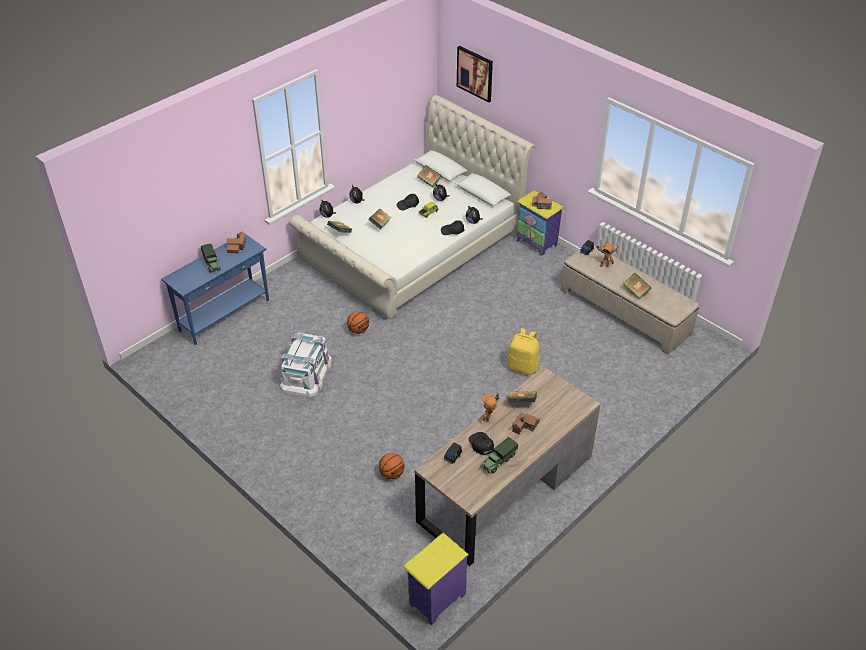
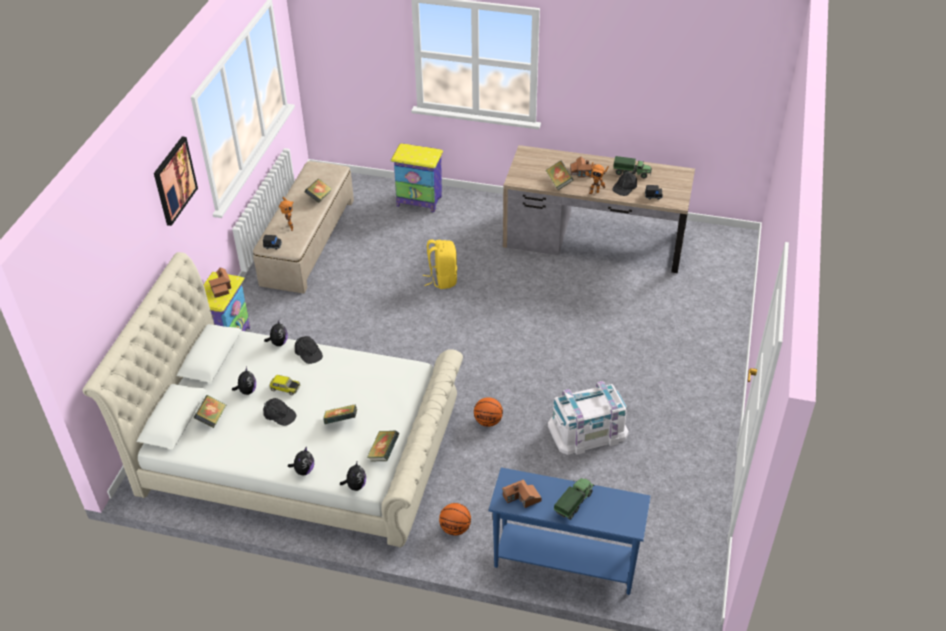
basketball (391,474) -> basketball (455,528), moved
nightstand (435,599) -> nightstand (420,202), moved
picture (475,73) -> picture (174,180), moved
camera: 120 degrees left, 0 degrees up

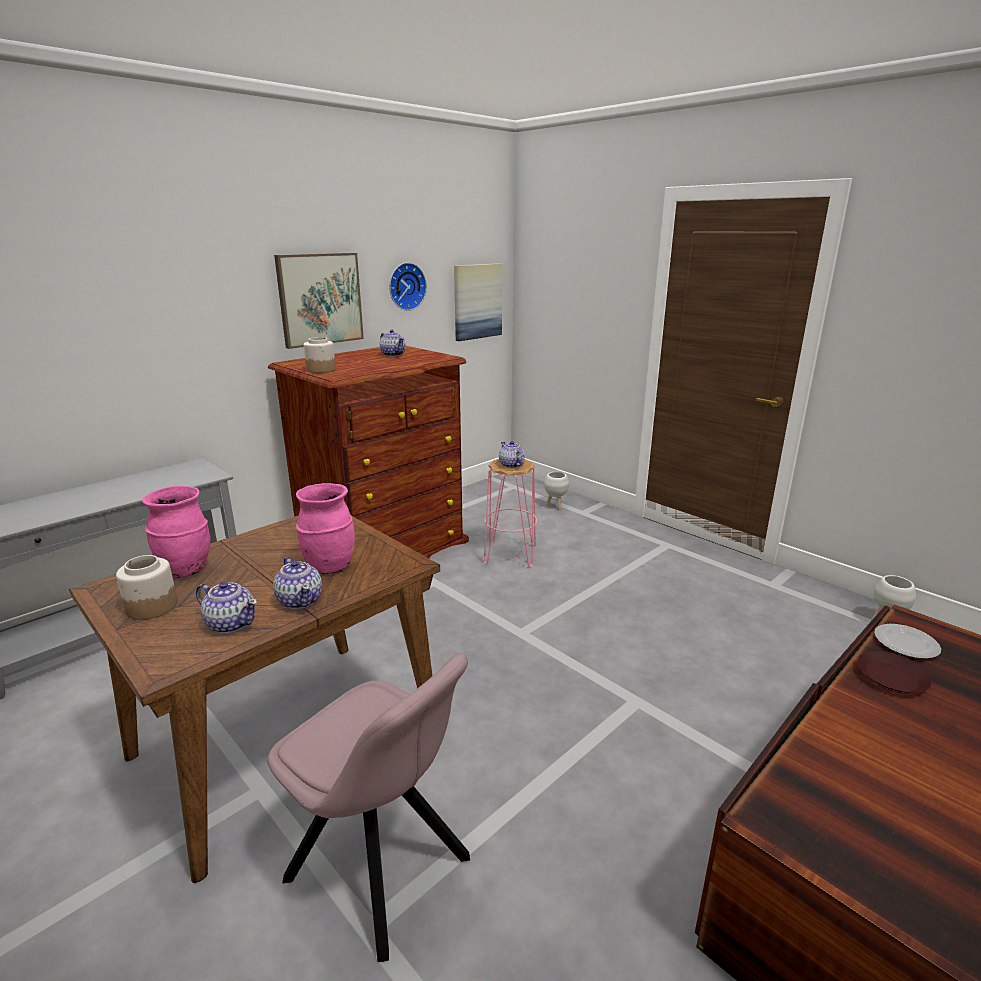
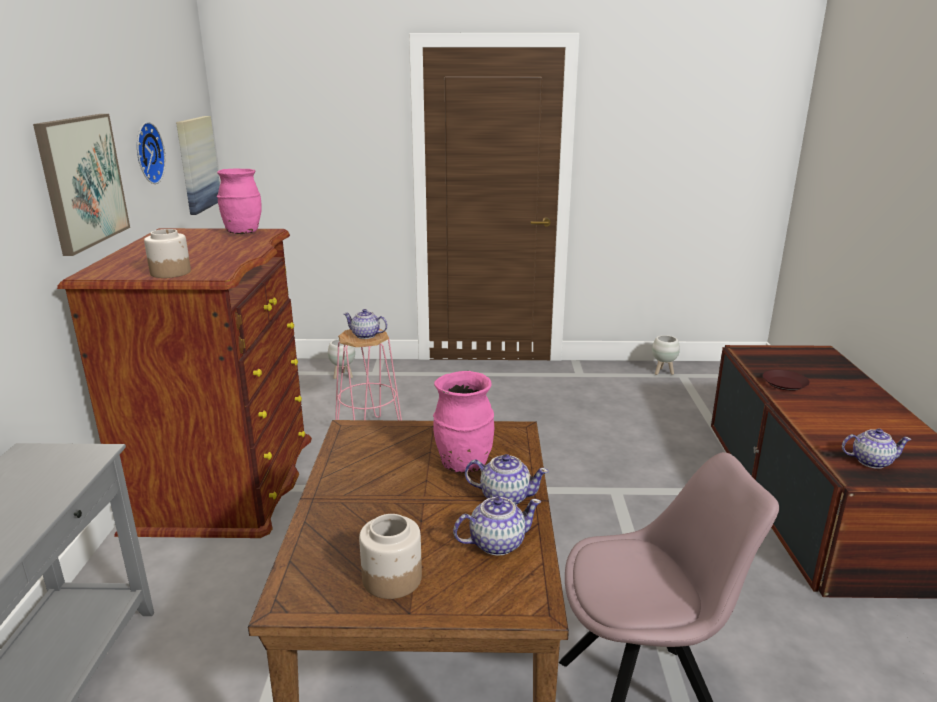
pink vase (186,570) -> pink vase (243,232), moved
teapot (393,355) -> teapot (870,461), moved
plate (905,644) -> none
camera: 45 degrees left, 0 degrees up

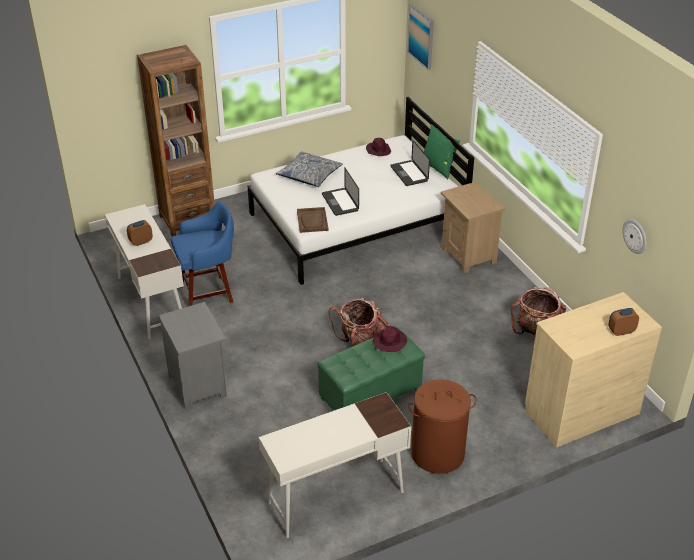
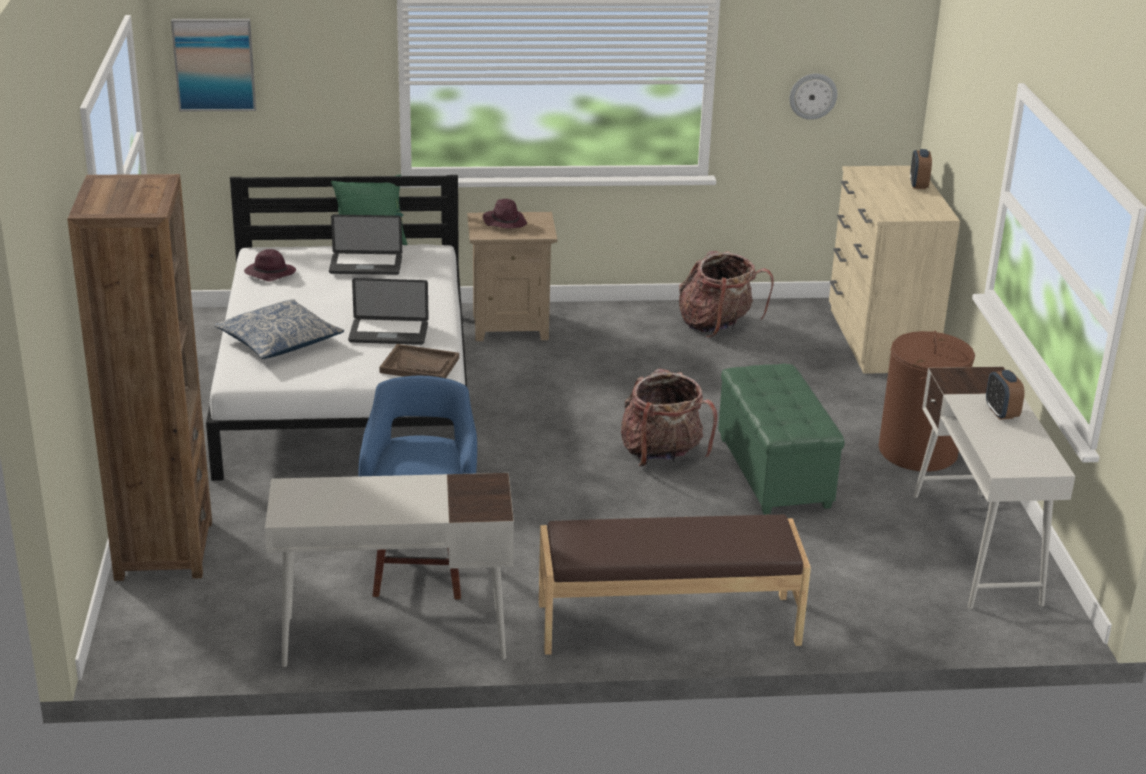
alarm clock (141,242) -> alarm clock (1001,413), moved
grey nightstand (198,385) -> brown bench (668,624)
purple hat (390,341) -> purple hat (504,222), moved
camera: 70 degrees left, 10 degrees down

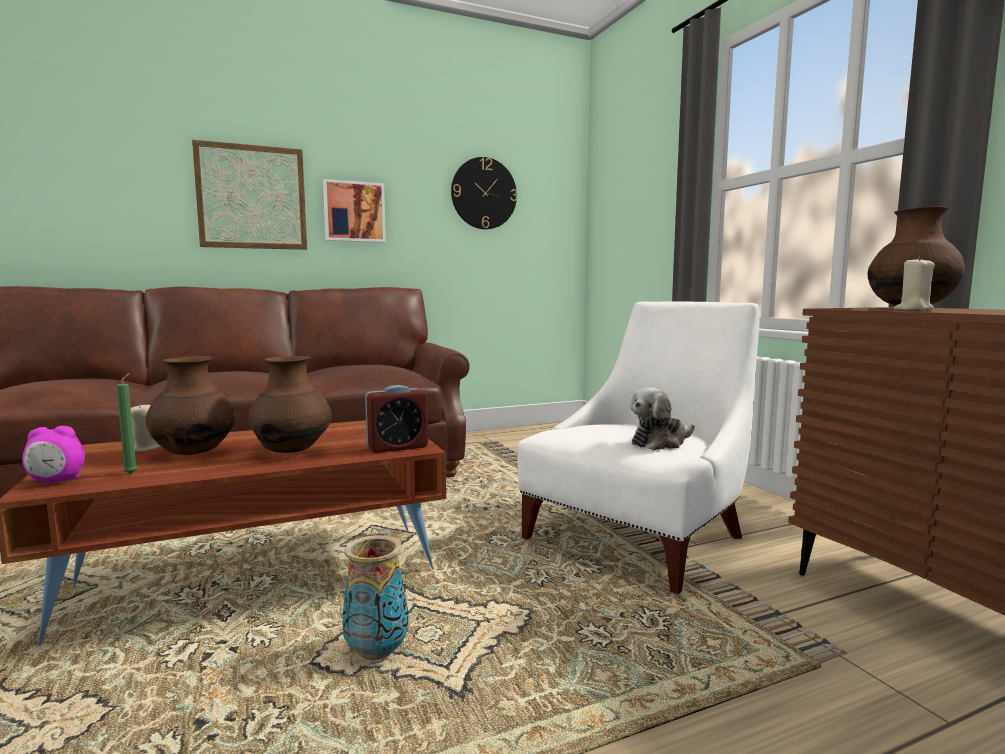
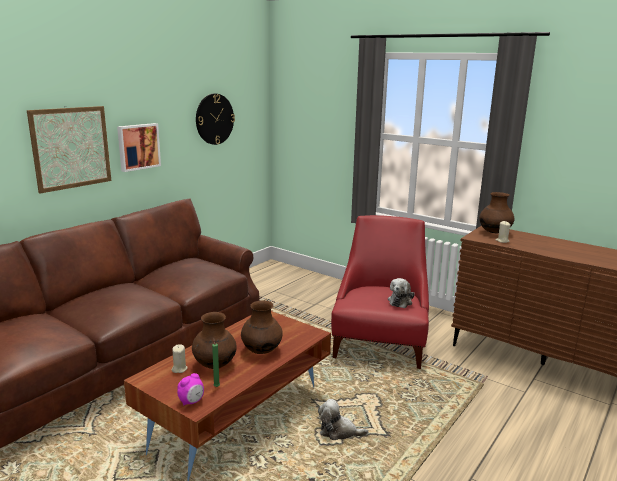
vase (377,653) -> plush toy (338,432)
alarm clock (397,447) -> none
white armchair (644,532) -> red armchair (380,339)
camera: 30 degrees left, 10 degrees up

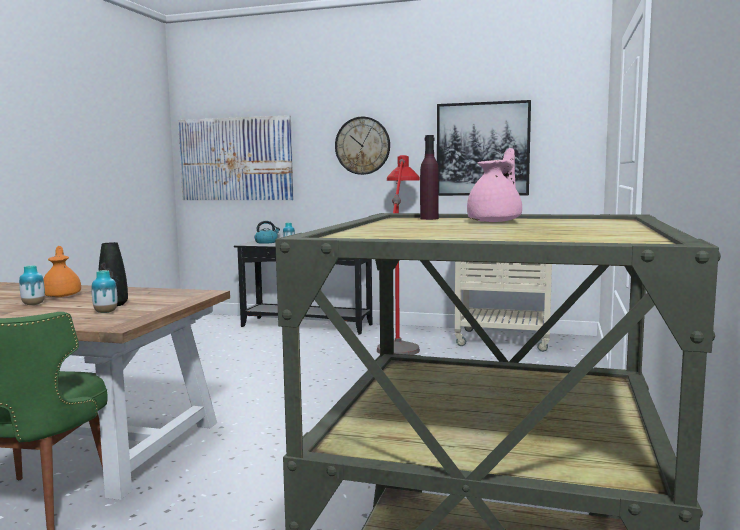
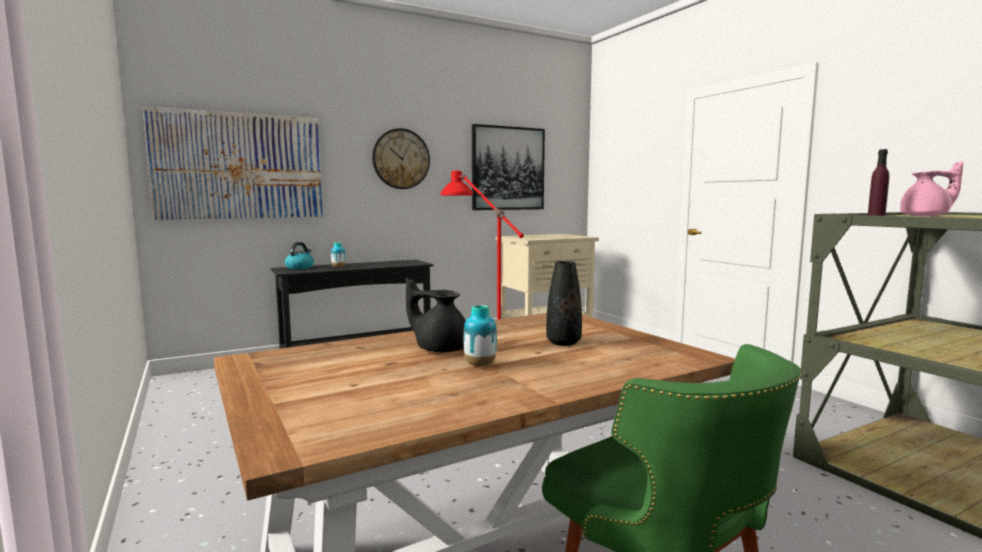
orange teapot (63,295) -> black teapot (440,348)
vase (105,312) -> none
pink teapot (496,221) -> pink teapot (927,216), 105 degrees clockwise
camera: 45 degrees left, 0 degrees up

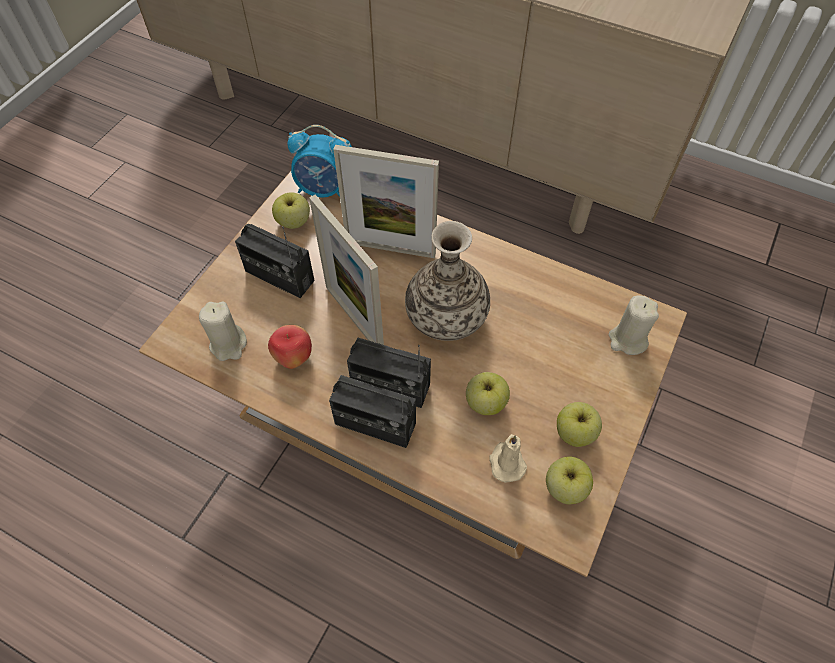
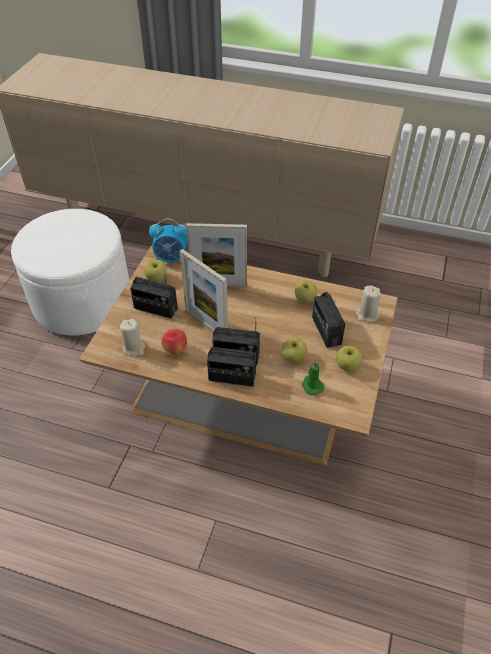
vase (447,317) -> none
beige candle (506,462) -> green candle (311,385)
apple (565,488) -> apple (305,299), moved
none -> white ottoman (82,301)
none -> radio (326,330)
camera: 10 degrees left, 10 degrees down

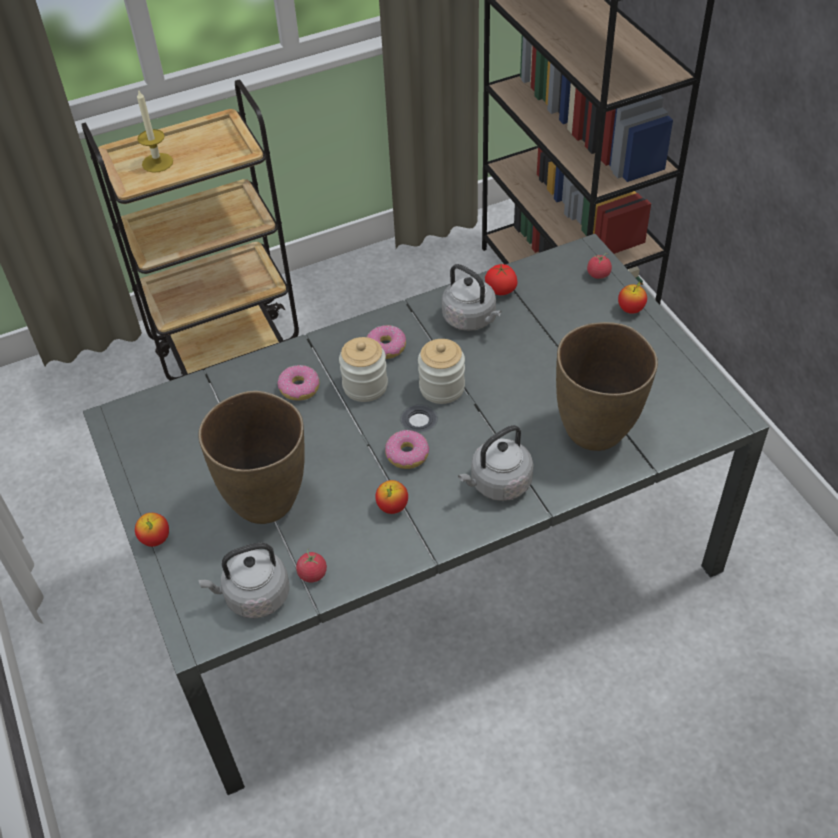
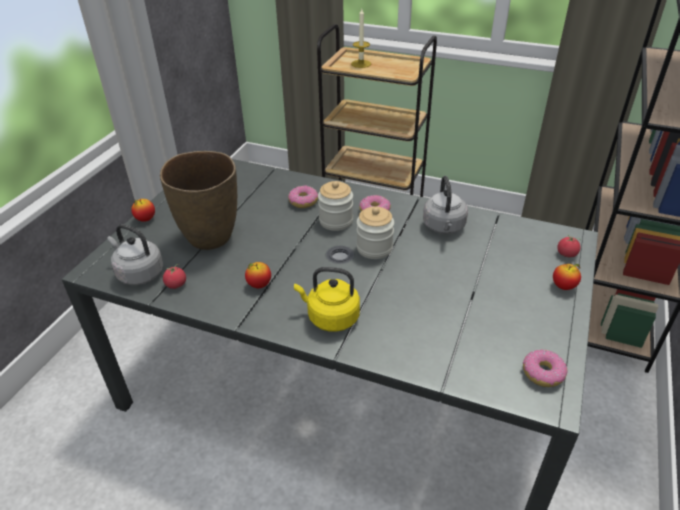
donut (407,455) -> donut (543,373), moved
grey kettle (498,484) -> yellow kettle (330,317)
tomato (501,290) -> none
brown vase (597,431) -> none
camera: 45 degrees right, 10 degrees down

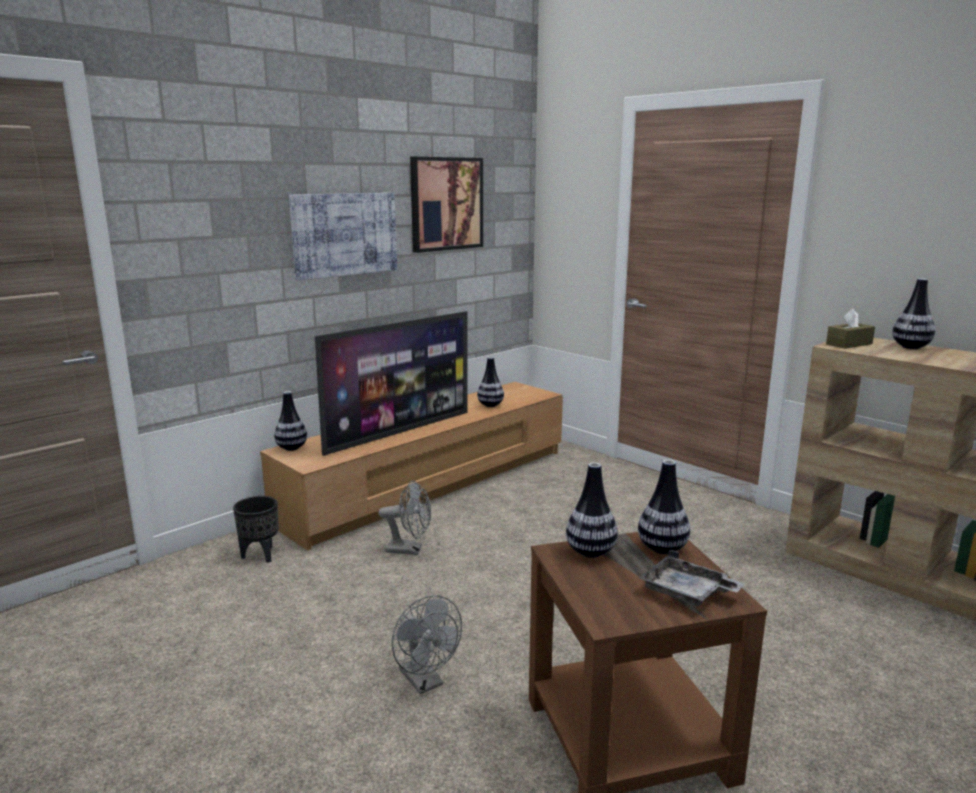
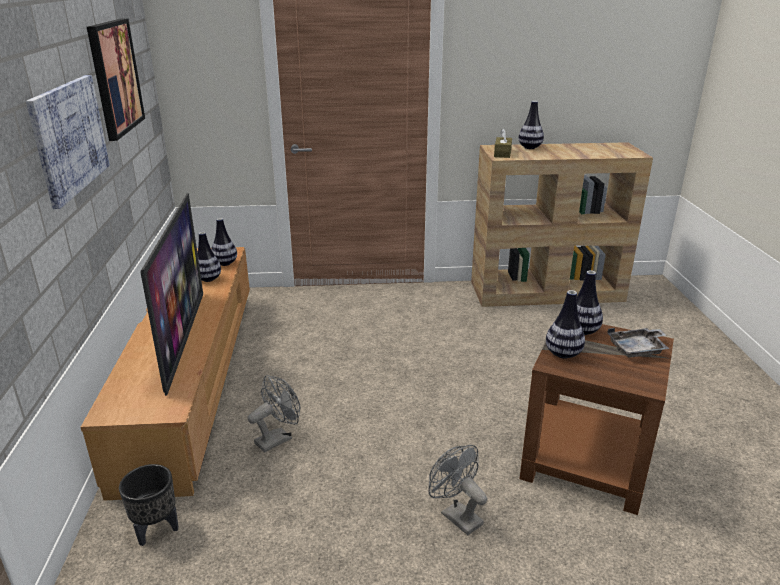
vase (291,448) -> vase (225,263), moved
grey fan (425,682) -> grey fan (456,515), 135 degrees counterclockwise
camera: 50 degrees left, 10 degrees up

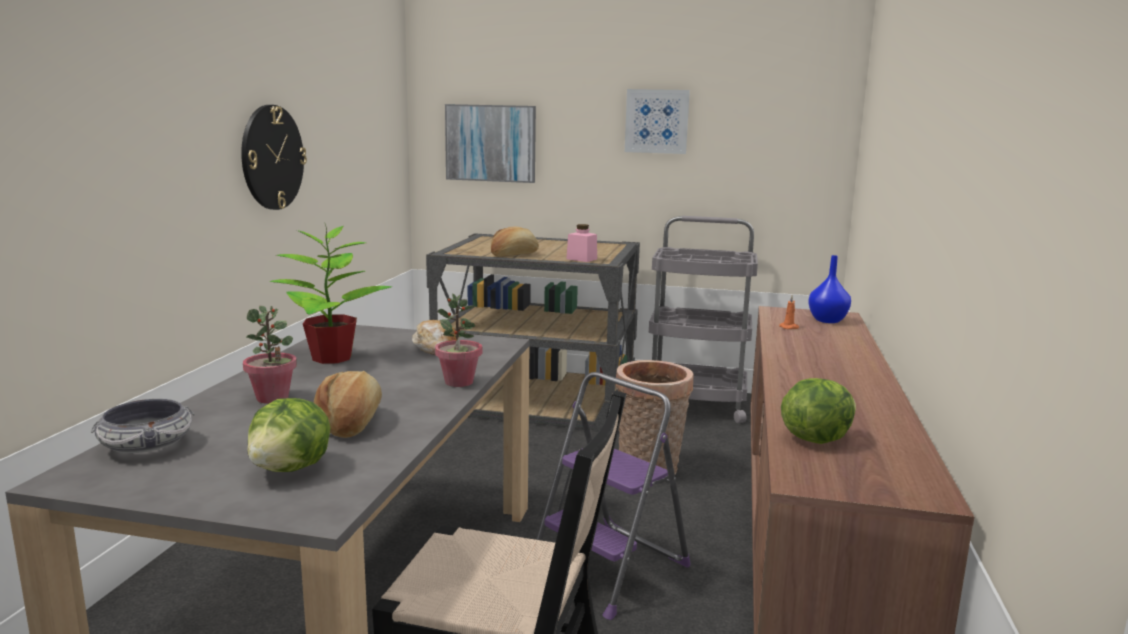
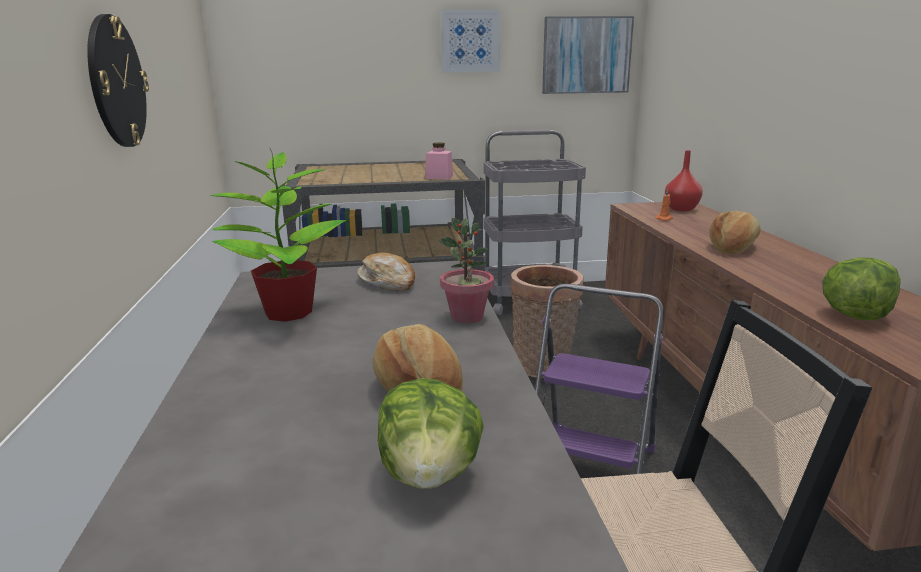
bowl (146,446) -> none
potted plant (273,398) -> none
picture (490,143) -> picture (586,55), moved
bread (514,254) -> bread (733,248), moved
blue vase (828,320) -> red vase (682,209)
camera: 20 degrees left, 5 degrees up

